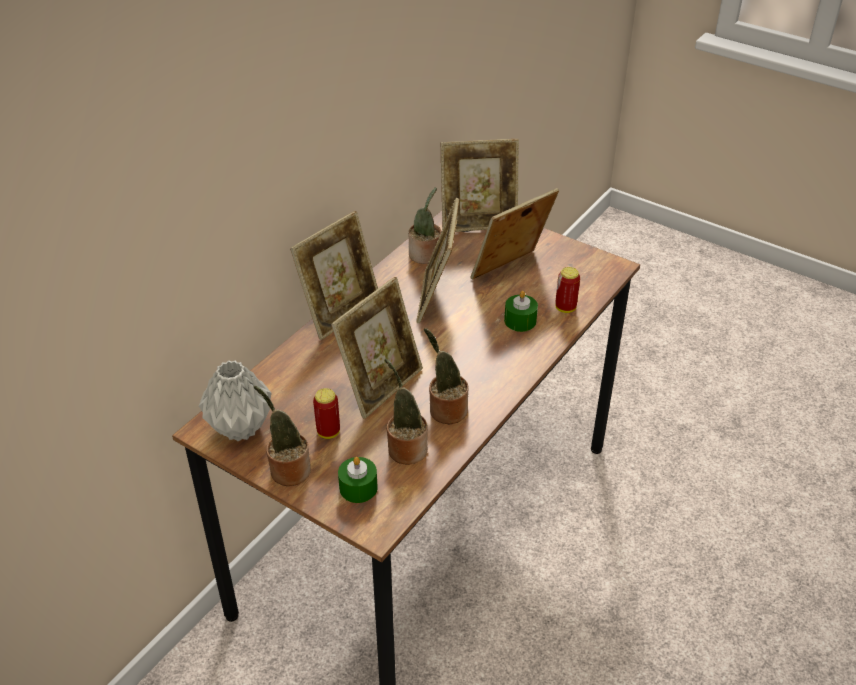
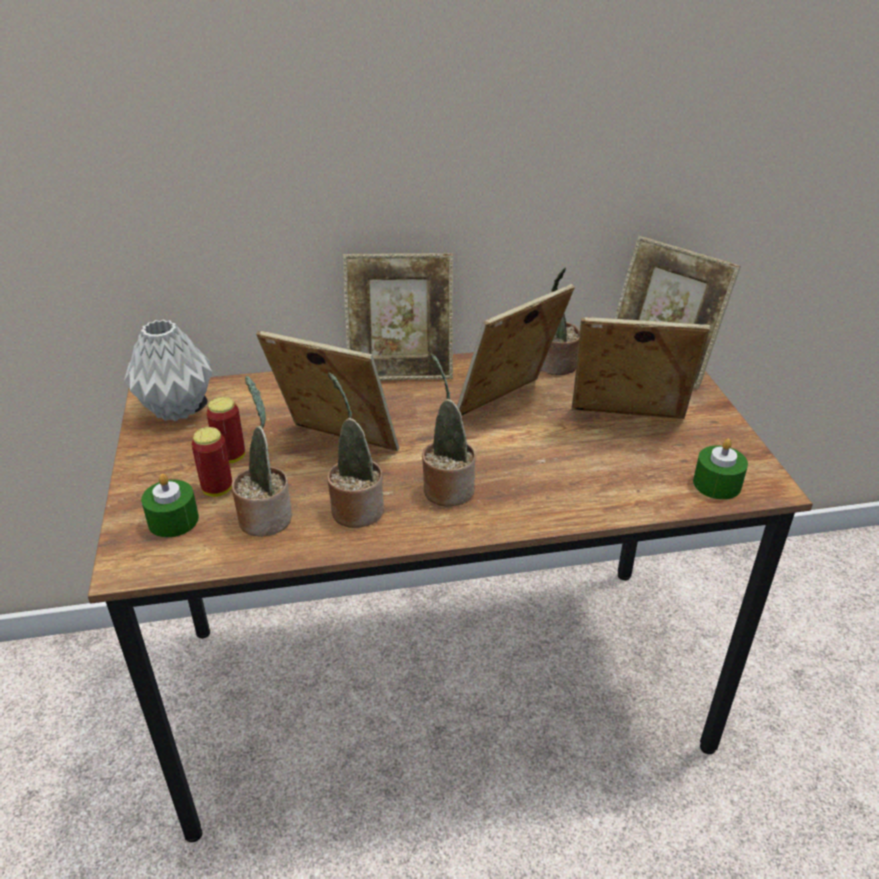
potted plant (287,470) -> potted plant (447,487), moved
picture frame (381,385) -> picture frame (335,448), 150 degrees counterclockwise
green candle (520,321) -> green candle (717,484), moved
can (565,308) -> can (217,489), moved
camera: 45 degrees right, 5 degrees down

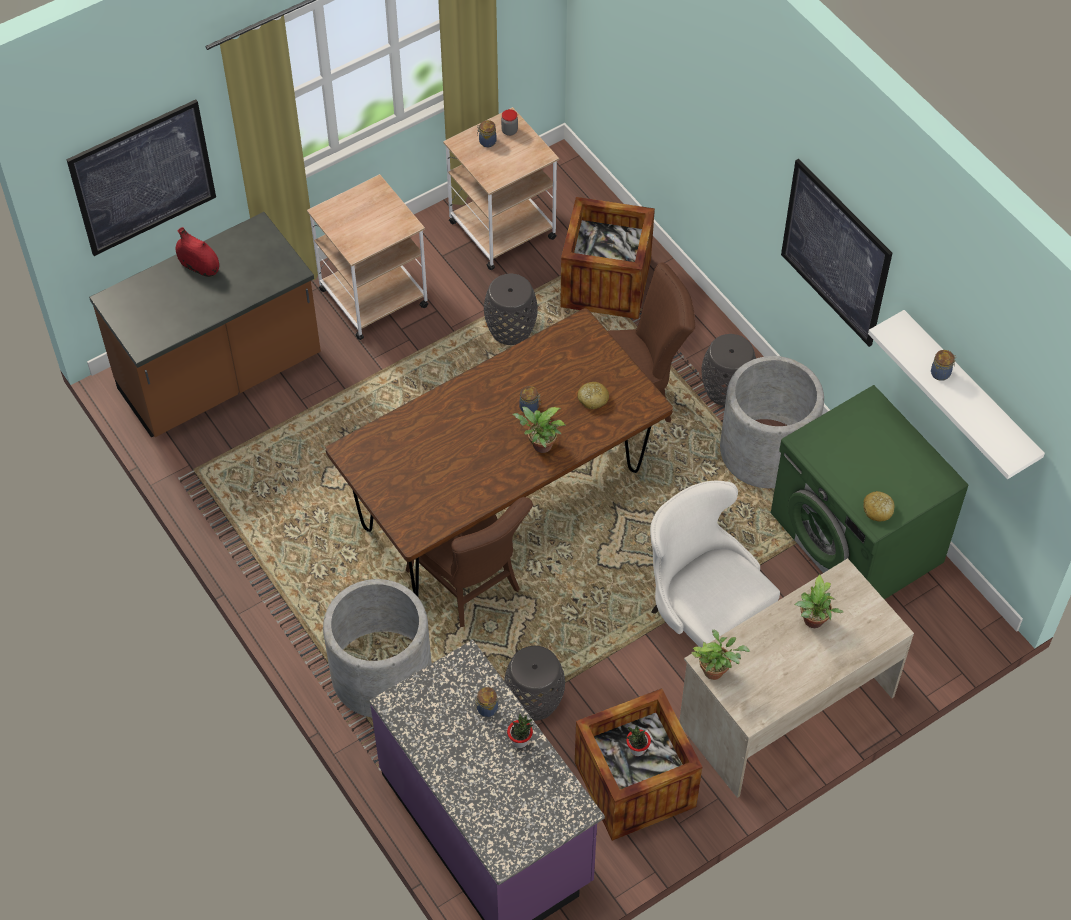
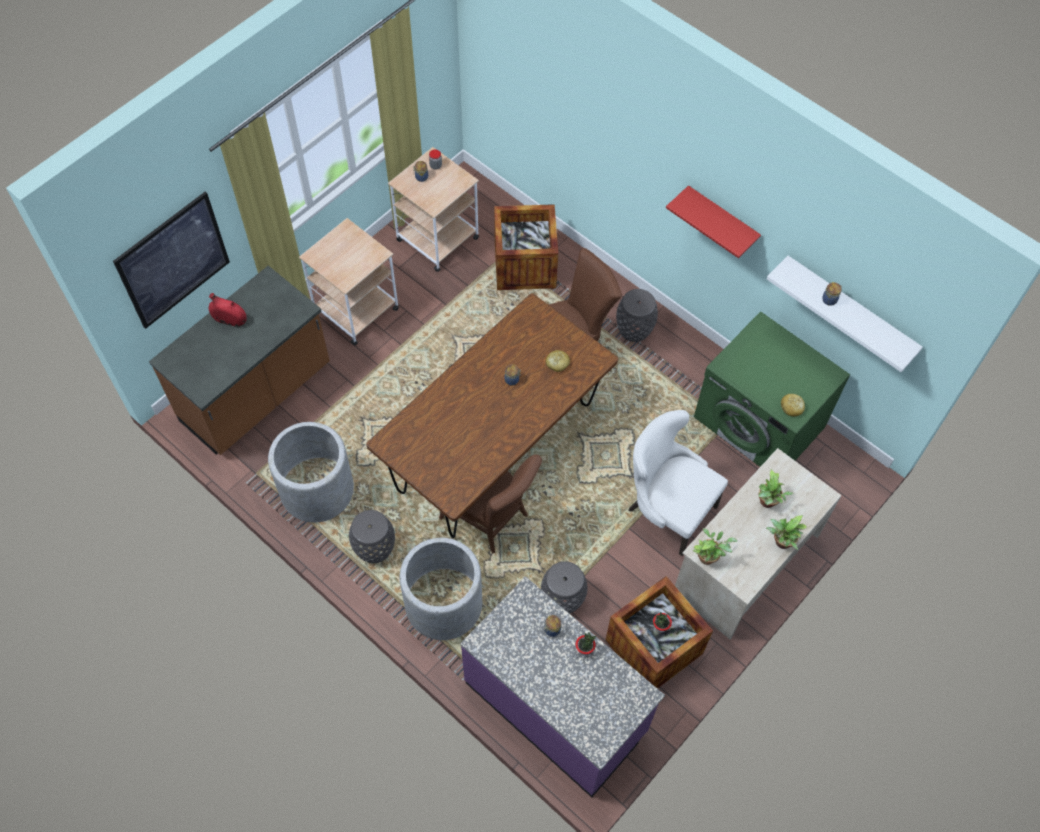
grey stool (510,329) -> grey stool (374,547), moved
potted plant (540,446) -> potted plant (781,543), moved
grey planter (766,451) -> grey planter (317,490), moved
picture (835,253) -> red shelf (721,219)
camera: 15 degrees left, 5 degrees up

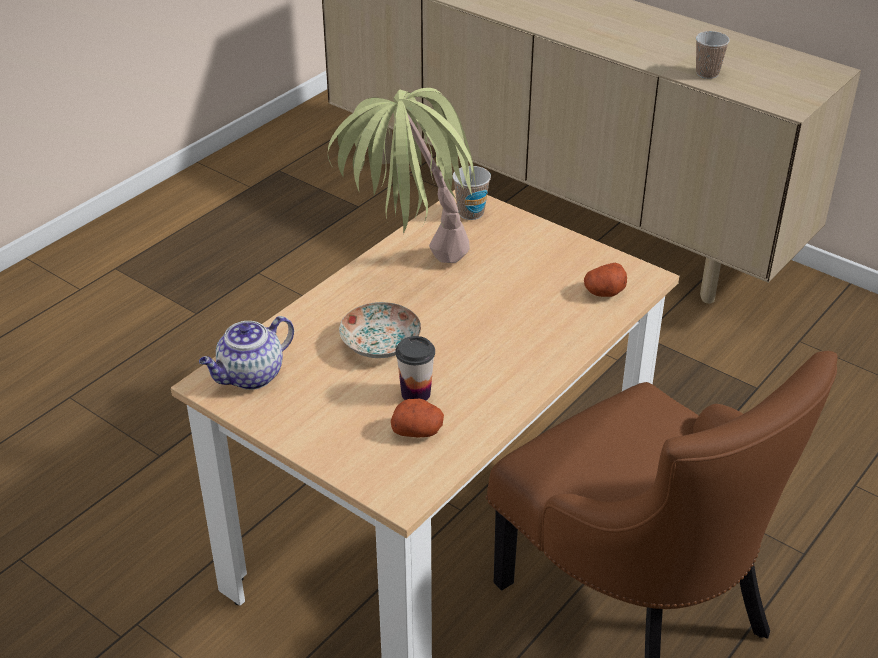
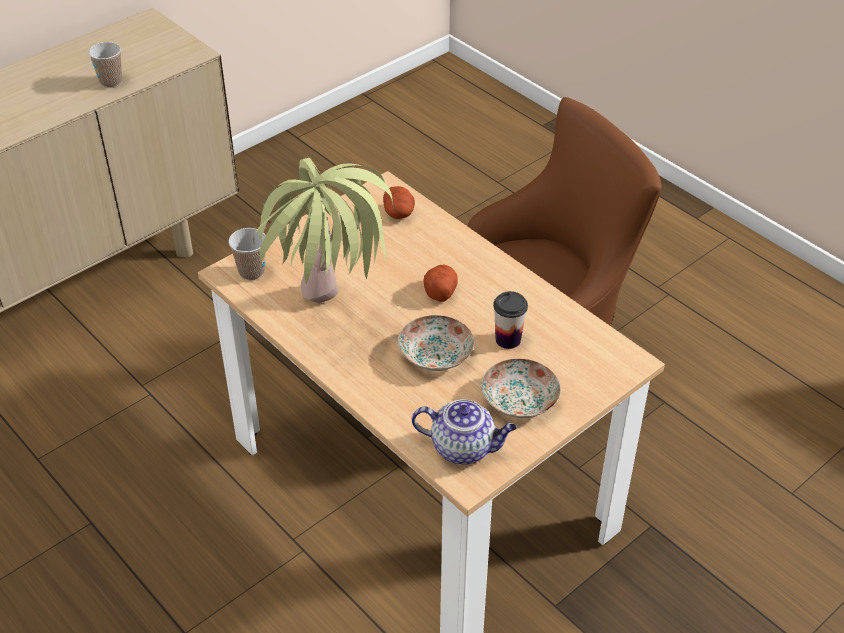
teapot (250,376) -> teapot (464,448), 45 degrees counterclockwise
potato (418,430) -> potato (440,291), moved
none -> plate (520,399)
camera: 80 degrees left, 5 degrees up

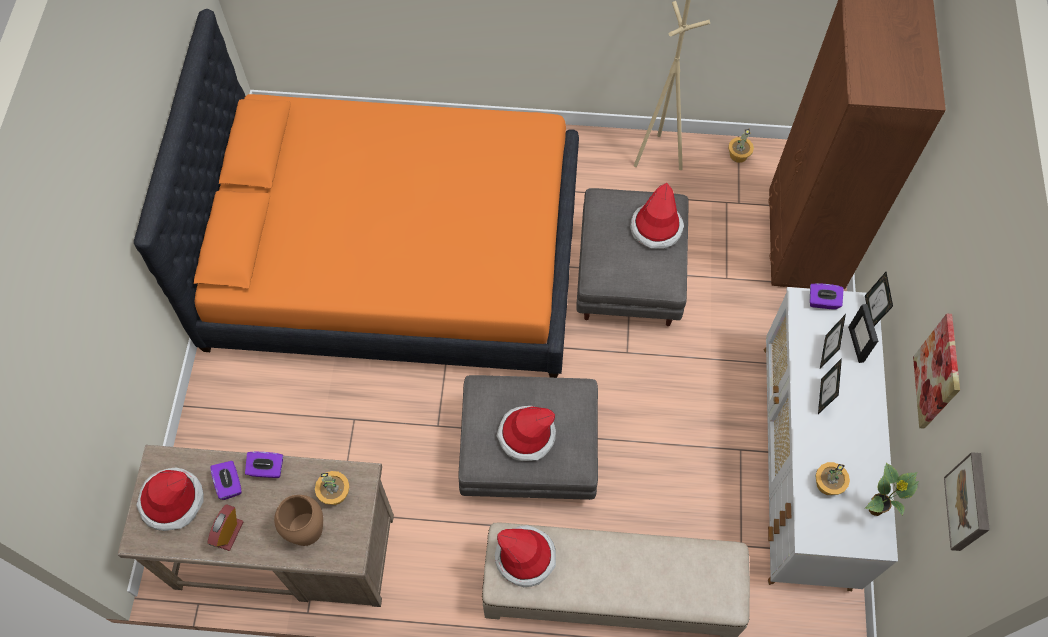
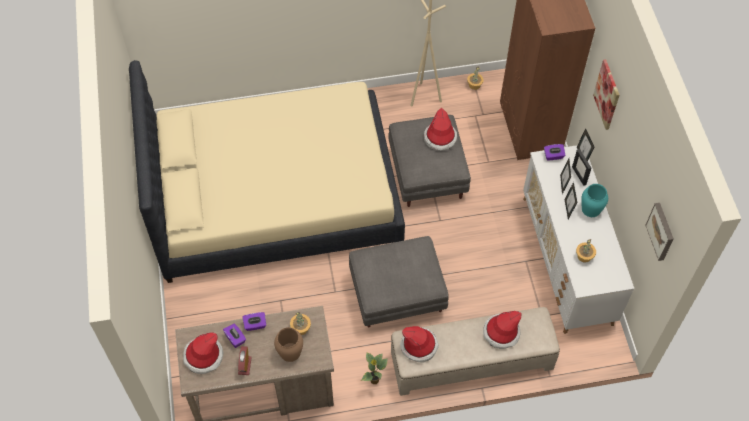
orange bed (394,257) -> beige bed (274,196)
hat (526,435) -> hat (501,332), moved
potted plant (875,509) -> potted plant (374,381), moved
picture (938,372) -> picture (607,94), moved
none -> turquoise vase (591,209)
camera: 15 degrees left, 5 degrees down

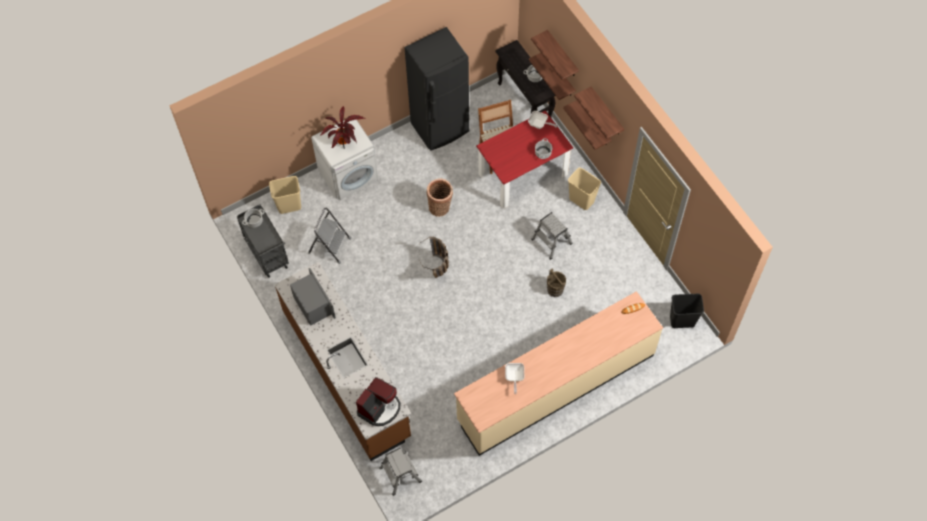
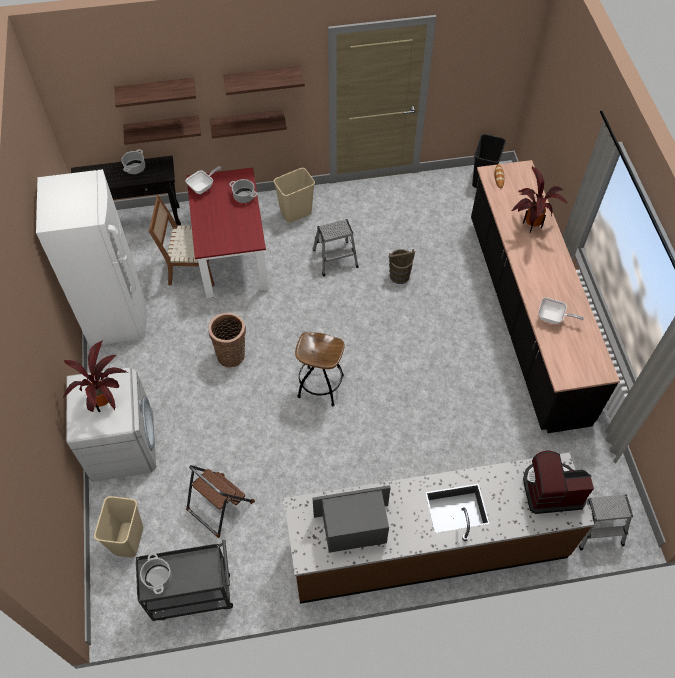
grey step ladder (328,244) -> brown step ladder (218,507)
coffee machine (380,408) -> coffee machine (551,489), 60 degrees counterclockwise
black fridge (440,128) -> white fridge (117,316)
basket (438,270) -> brown stool (320,385)
beige counter (555,387) -> black counter (524,317)
none -> potted plant (530,225)
camera: 70 degrees left, 5 degrees down

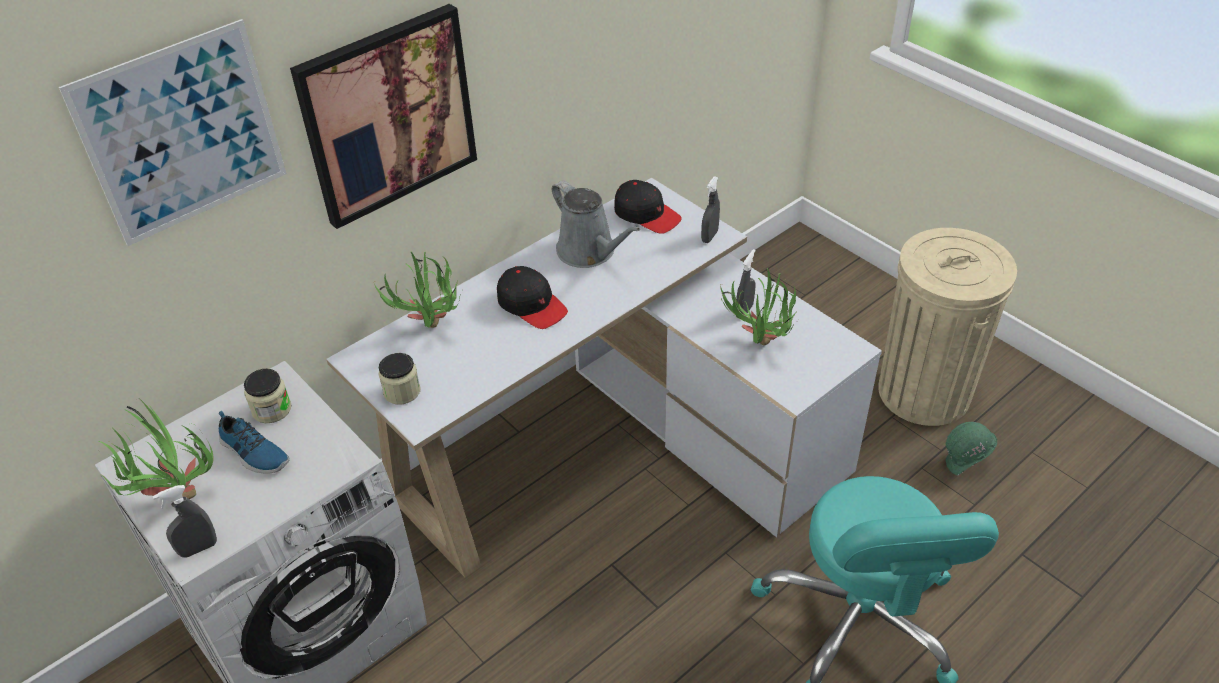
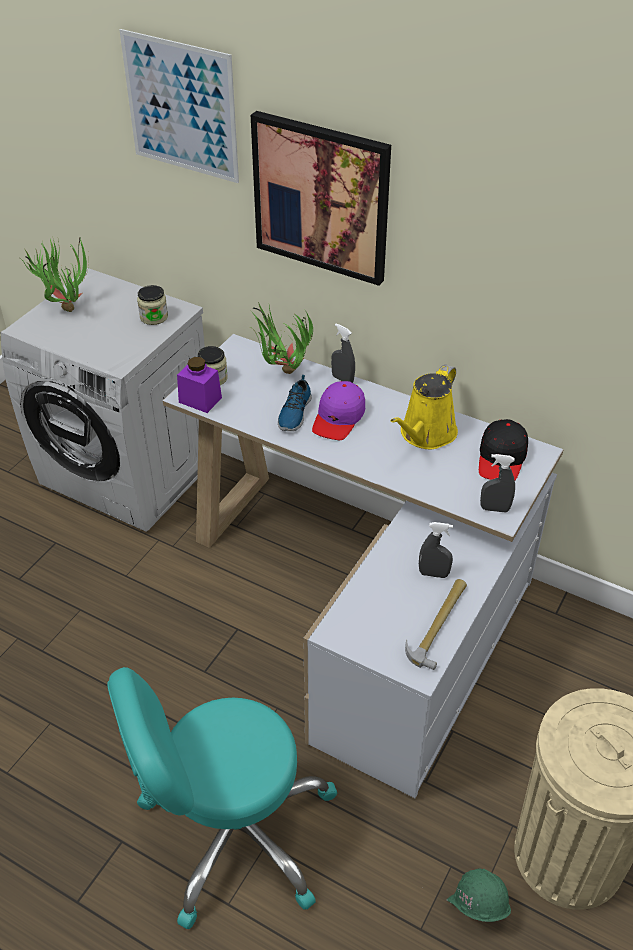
grey spray bottle (198,548) -> grey spray bottle (342,379), moved
shoe (253,453) -> shoe (294,413), moved
black cap (532,305) -> purple cap (338,418)
grey watering can (589,252) -> yellow watering can (425,434)
potted plant (760,349) -> none
none -> purple jar (200,400)
none -> hammer (439,624)
camera: 70 degrees right, 0 degrees up

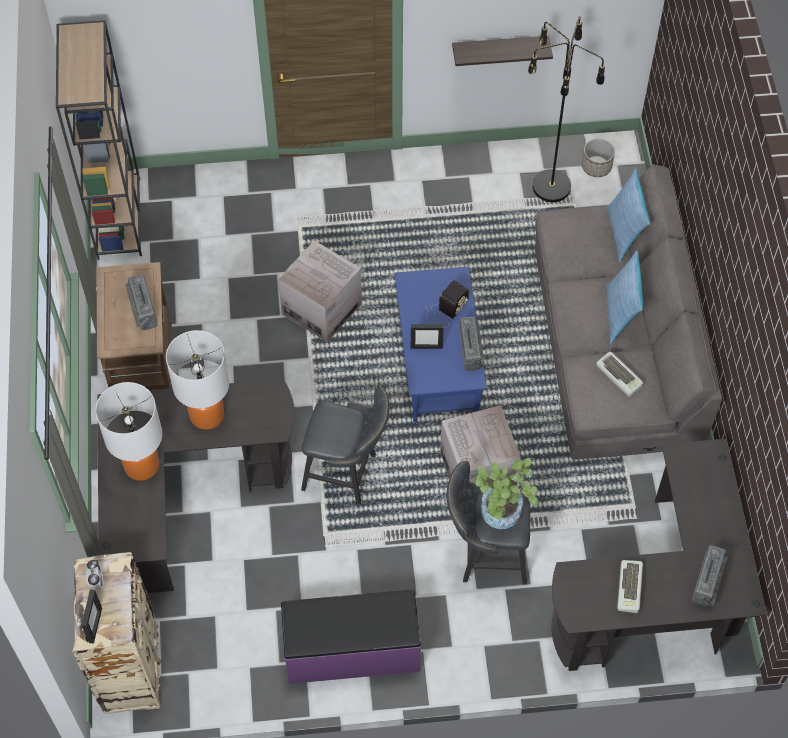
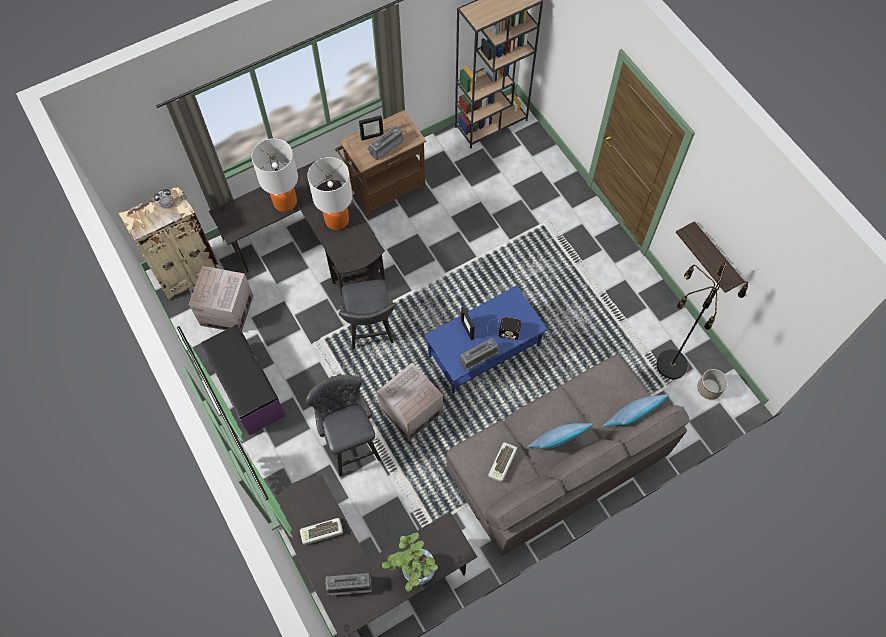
picture frame (94,625) -> picture frame (372,136), moved
cardboard box (322,309) -> cardboard box (227,310), moved
potted plant (501,517) -> potted plant (414,571), moved
camera: 65 degrees right, 5 degrees up

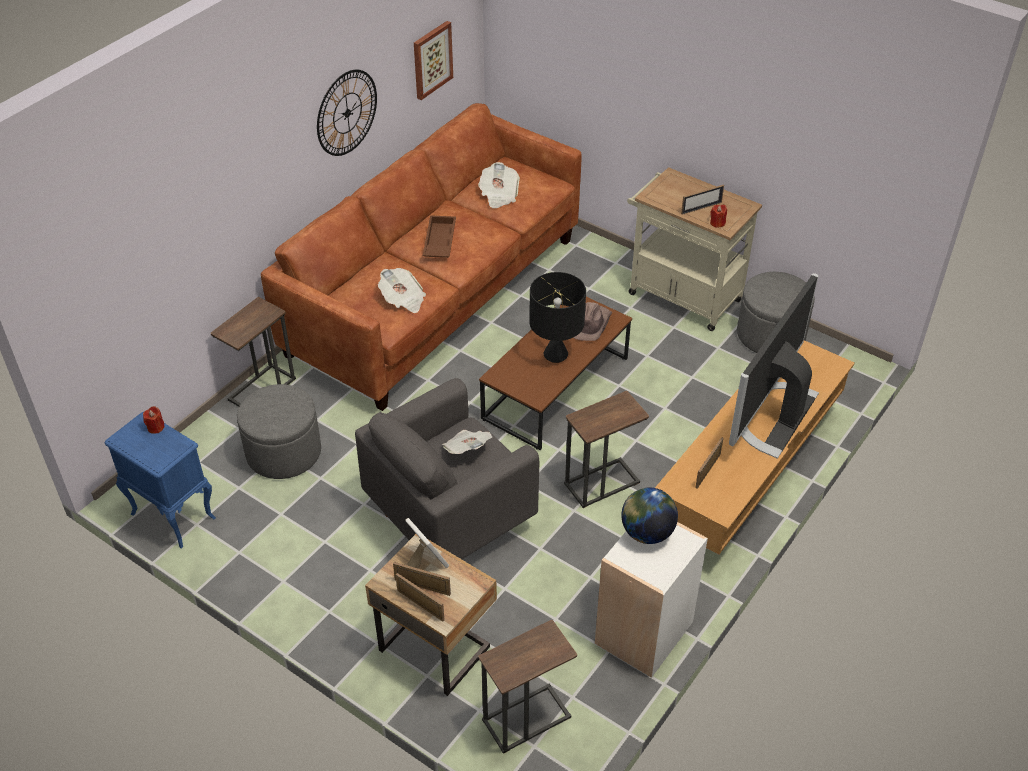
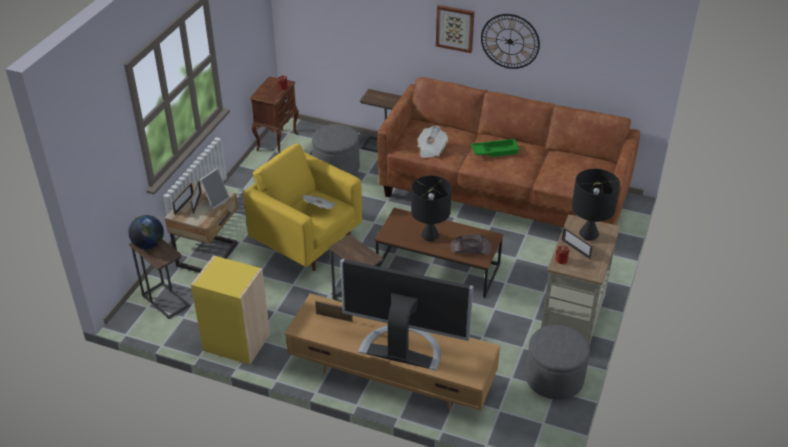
blue nightstand (172,516) -> brown nightstand (277,142)
grey armchair (450,517) -> yellow armchair (306,242)
picture (432,59) -> picture (455,28), moved
brown tray (439,242) -> green tray (494,151)
newspaper (499,195) -> none
white bookcase (644,634) -> yellow bookcase (235,342)
globe (647,532) -> globe (149,244), moved
none -> black table lamp (588,235)
camera: 75 degrees right, 5 degrees down

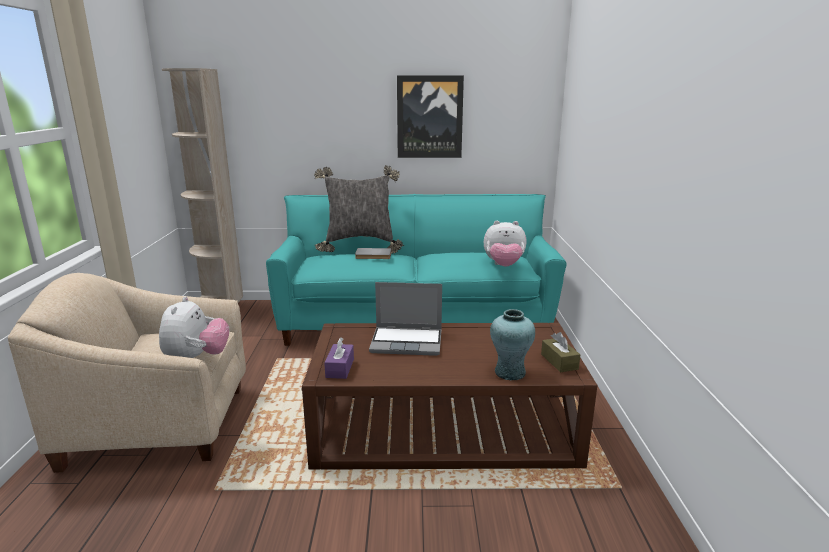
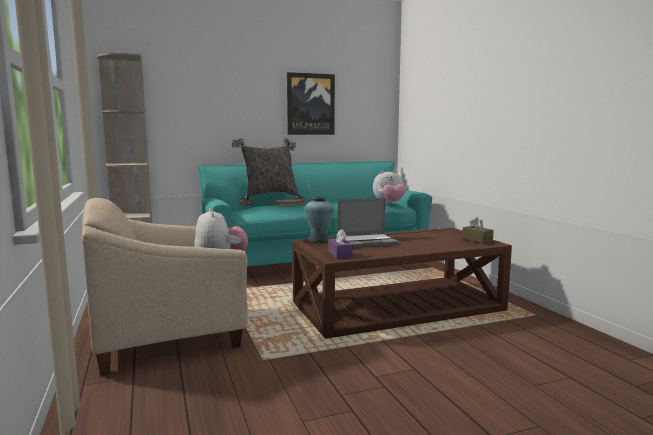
turquoise vase (509,372) -> turquoise vase (319,240), moved
camera: 20 degrees left, 10 degrees down

